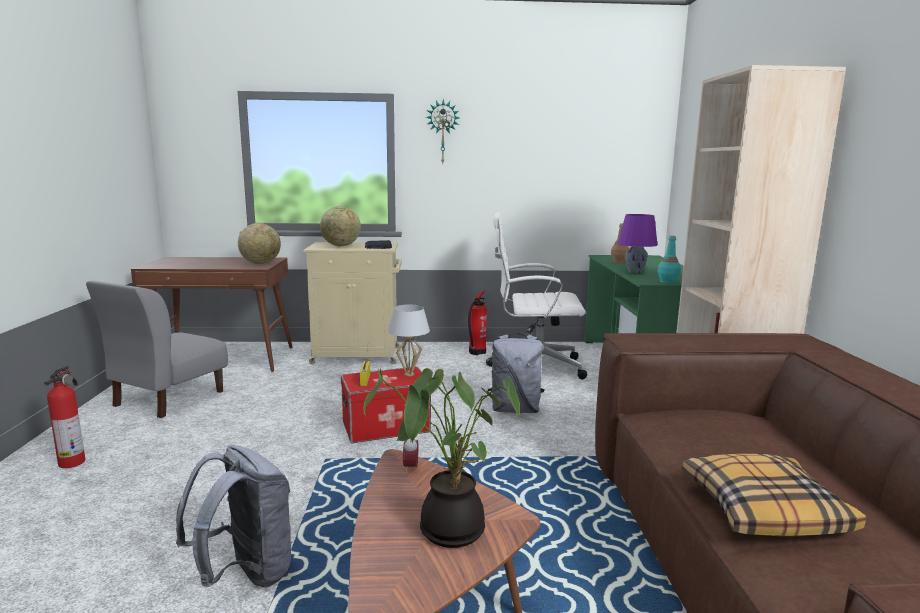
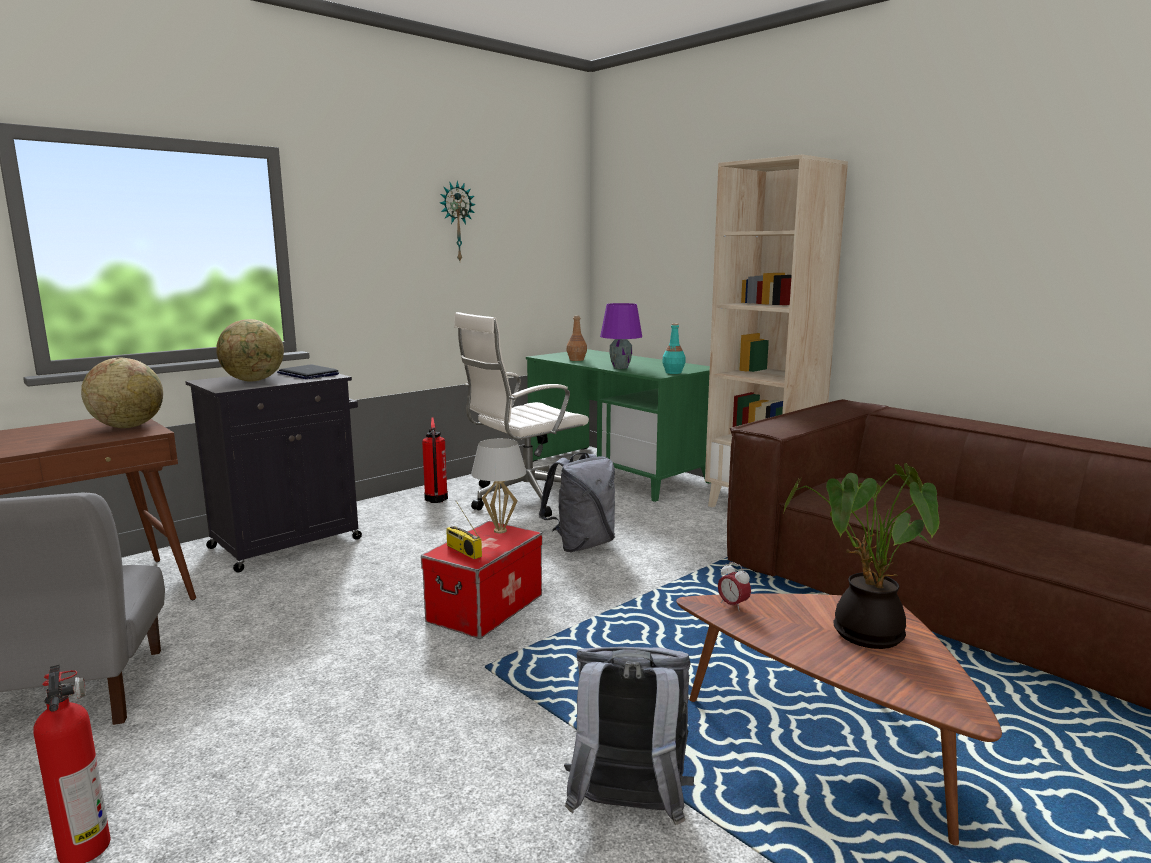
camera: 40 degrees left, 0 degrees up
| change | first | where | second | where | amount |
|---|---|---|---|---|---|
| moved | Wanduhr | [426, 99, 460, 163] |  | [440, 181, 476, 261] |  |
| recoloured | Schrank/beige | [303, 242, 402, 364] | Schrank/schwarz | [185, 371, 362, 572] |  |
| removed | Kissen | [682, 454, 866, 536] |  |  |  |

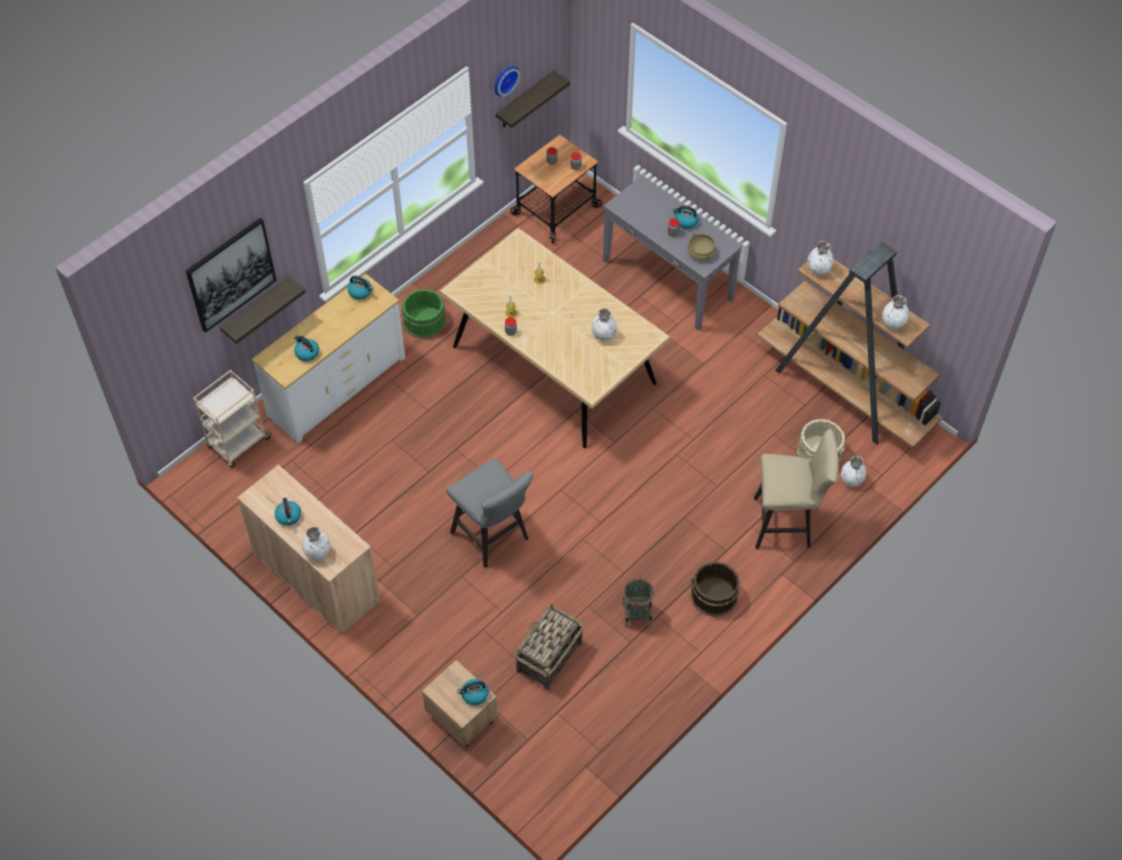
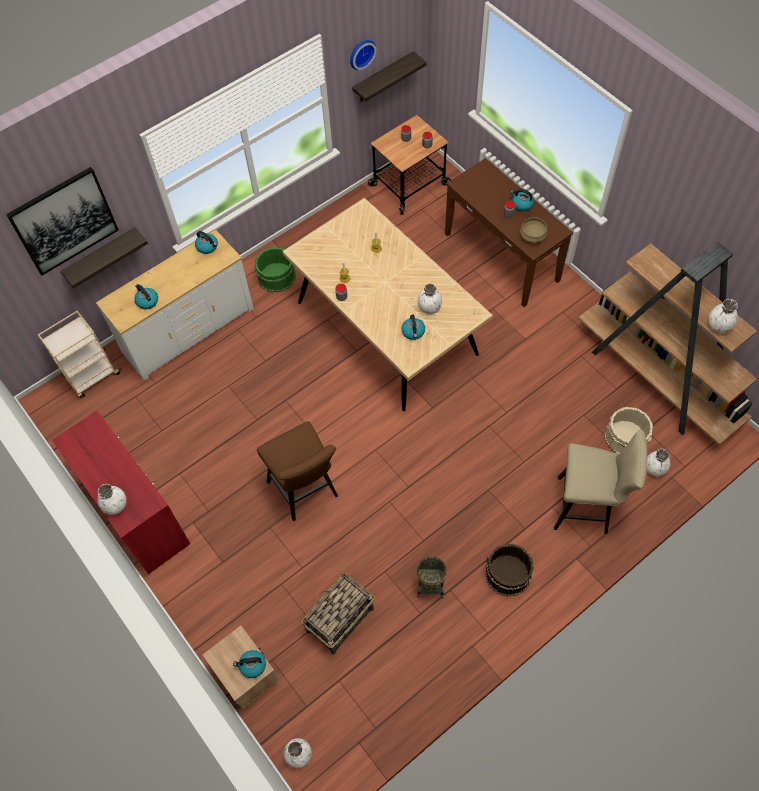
camera: 10 degrees right, 5 degrees up
| change | first | where | second | where | amount |
|---|---|---|---|---|---|
| recoloured | Konsolentisch/grau | [603, 176, 742, 331] | Konsolentisch/braun | [445, 158, 573, 307] |  |
| moved | Vase/weiß | [807, 241, 834, 275] |  | [284, 738, 312, 768] |  |
| recoloured | Hocker/grau | [447, 458, 534, 568] | Hocker/braun | [257, 421, 338, 521] |  |
| recoloured | Schrank/beige | [237, 465, 381, 634] | Schrank/rot | [52, 411, 190, 574] |  |
| moved | Wasserkessel | [275, 498, 301, 526] |  | [401, 315, 425, 340] |  |

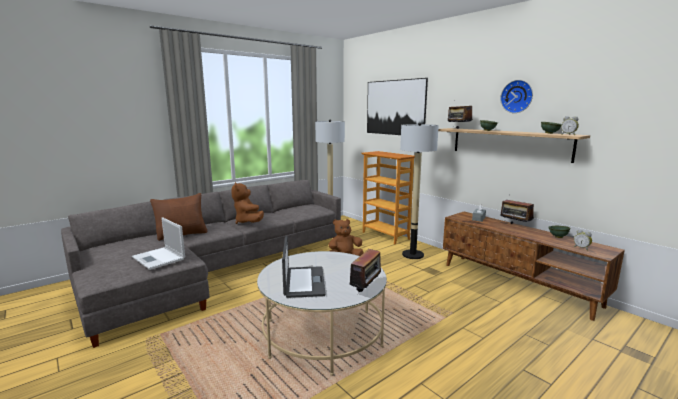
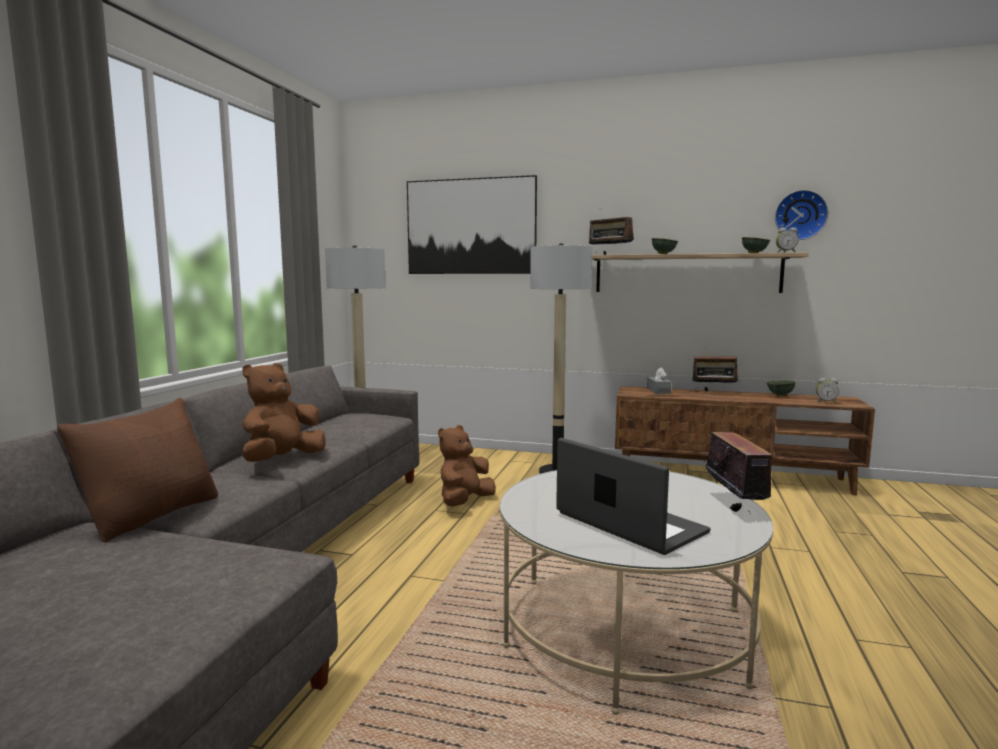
camera: 35 degrees left, 5 degrees down
| change | first | where | second | where | amount |
|---|---|---|---|---|---|
| moved | Wanduhr | [500, 80, 533, 113] |  | [775, 190, 829, 240] |  |
| removed | Bücherregal | [362, 151, 415, 244] |  |  |  |
| turned | Plüschtier/braun | [231, 182, 264, 224] |  | [242, 363, 326, 462] | 90 degrees clockwise |
| removed | Laptop | [132, 217, 185, 270] |  |  |  |

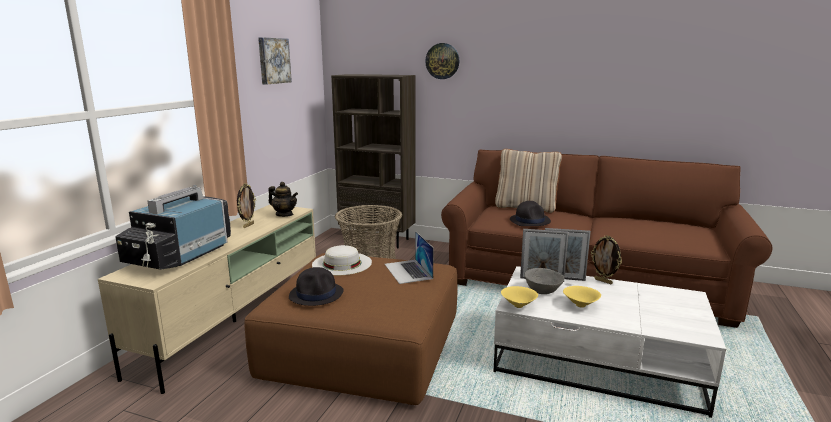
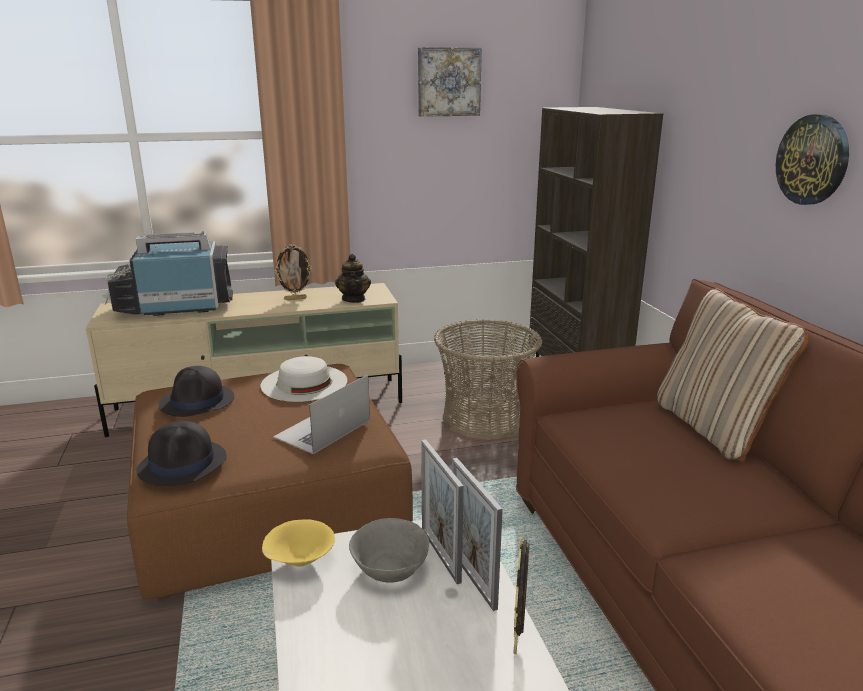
camera: 55 degrees right, 5 degrees up
| change | first | where | second | where | amount |
|---|---|---|---|---|---|
| moved | Wanduhr | [425, 43, 459, 79] |  | [776, 114, 849, 205] |  |
| moved | Hut/schwarz | [510, 201, 551, 226] |  | [136, 421, 227, 486] |  |
| removed | Schüssel/gelb | [563, 286, 601, 308] |  |  |  |

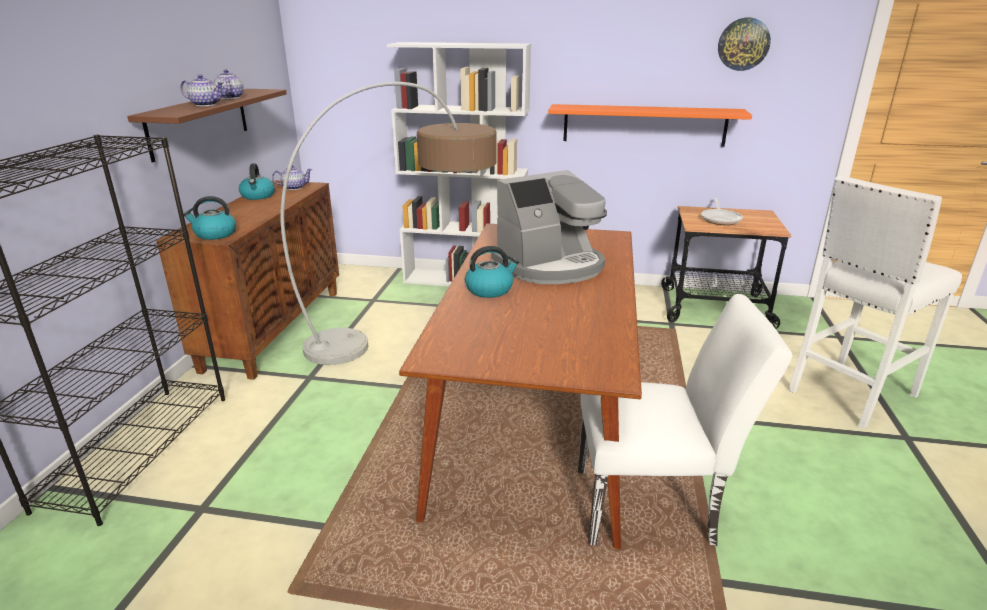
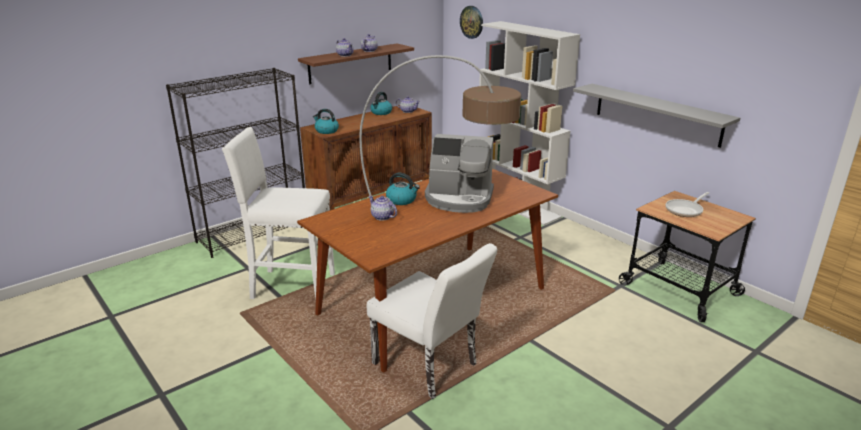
camera: 40 degrees right, 0 degrees up
| change | first | where | second | where | amount |
|---|---|---|---|---|---|
| moved | Wanduhr | [718, 18, 771, 71] |  | [460, 6, 483, 39] |  |
| recoloured | Wandregal/orange | [548, 104, 752, 147] | Wandregal/grau | [573, 84, 740, 148] |  |
| moved | Hocker/weiß | [788, 175, 962, 429] |  | [222, 127, 335, 299] |  |
| added |  |  | Teekanne | [368, 196, 397, 221] |  |

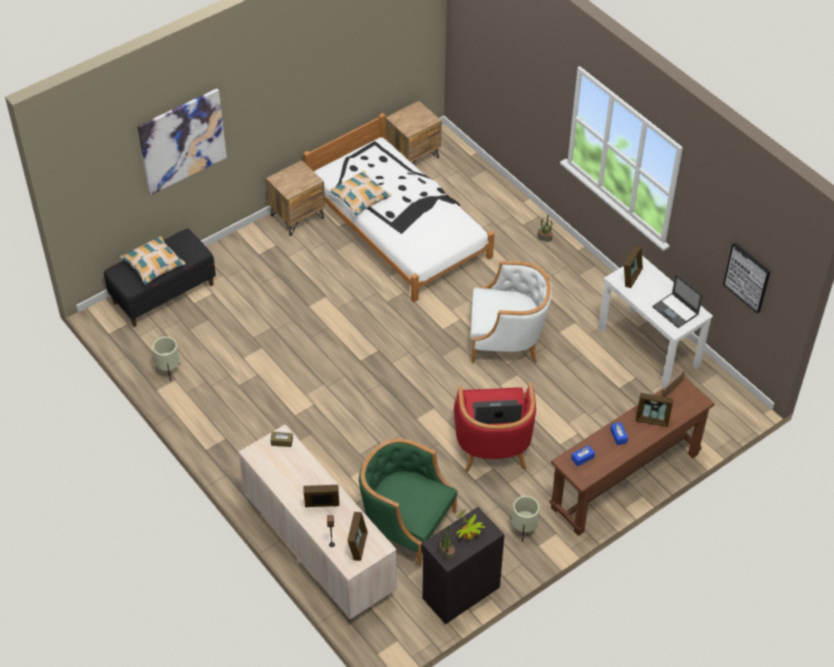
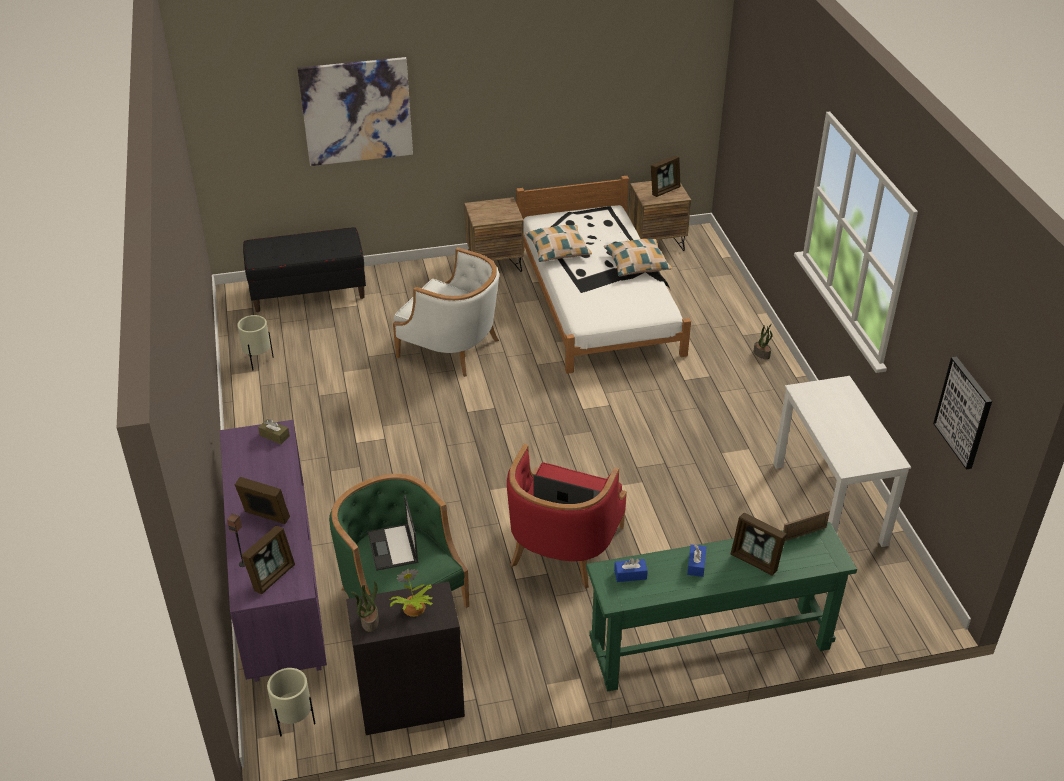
camera: 25 degrees right, 10 degrees down
| change | first | where | second | where | amount |
|---|---|---|---|---|---|
| moved | Kissen | [120, 236, 186, 285] |  | [604, 239, 672, 276] |  |
| moved | Bilderrahmen | [624, 245, 643, 288] |  | [651, 156, 681, 197] |  |
| moved | Sessel/weiß | [471, 261, 552, 363] |  | [393, 247, 499, 377] |  |
| moved | Laptop | [652, 274, 703, 328] |  | [368, 495, 418, 571] |  |
| recoloured | Konsolentisch/braun | [550, 376, 715, 536] | Konsolentisch/grün | [586, 522, 857, 692] |  |
| recoloured | Kommode/beige | [238, 424, 397, 620] | Kommode/lila | [220, 420, 327, 682] |  |
| moved | Pflanzkübel/beige | [512, 496, 540, 542] |  | [267, 668, 315, 736] |  |

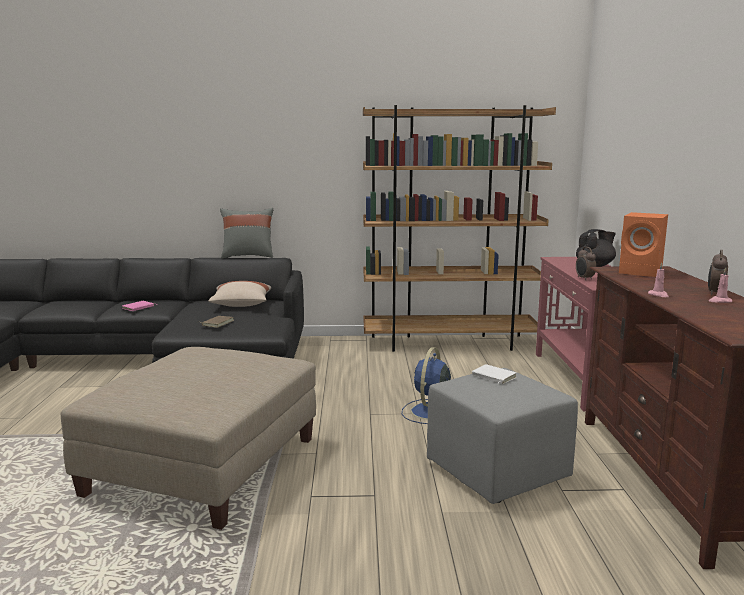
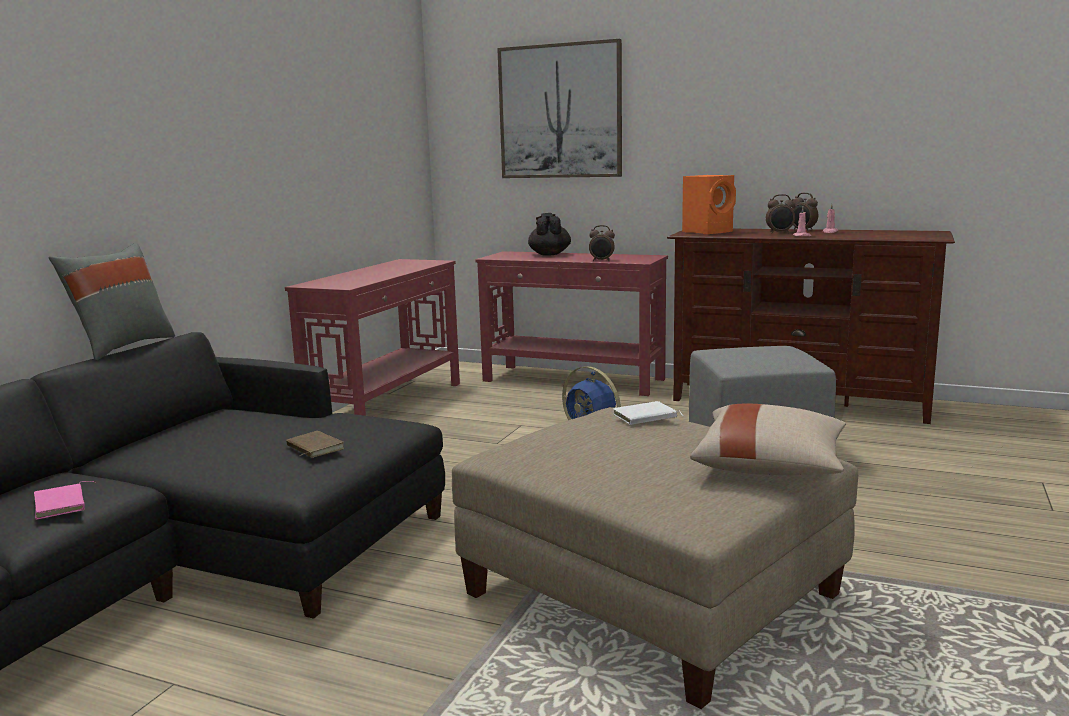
camera: 65 degrees left, 0 degrees up
| change | first | where | second | where | amount |
|---|---|---|---|---|---|
| replaced | Bücherregal/braun | [363, 105, 556, 352] | Konsolentisch/rot | [285, 259, 460, 416] |  |
| moved | Kissen/beige | [208, 281, 271, 307] |  | [690, 404, 846, 475] |  |
| moved | Buch/weiß | [472, 364, 517, 384] |  | [613, 401, 683, 425] |  |
| added |  |  | Bild | [497, 39, 622, 178] |  |
| added |  |  | Wecker | [766, 194, 795, 233] |  |

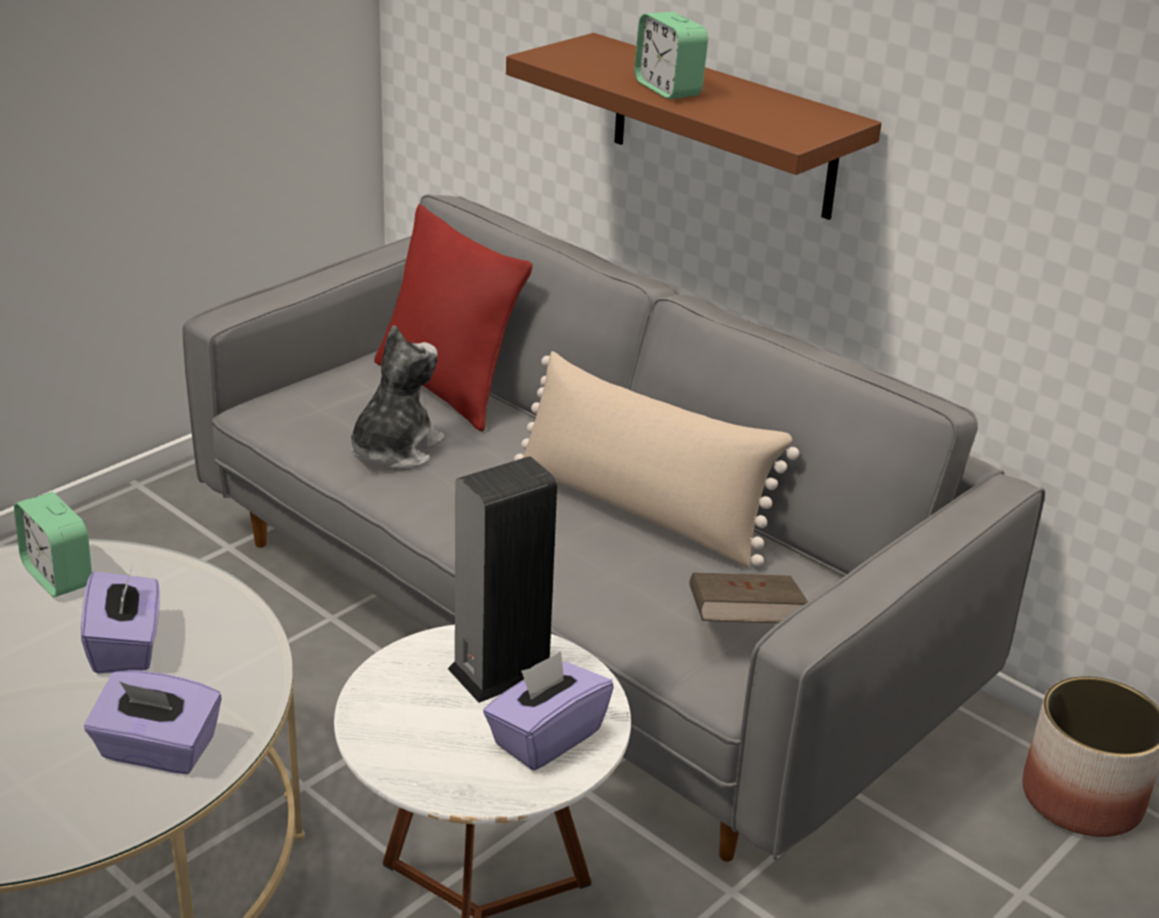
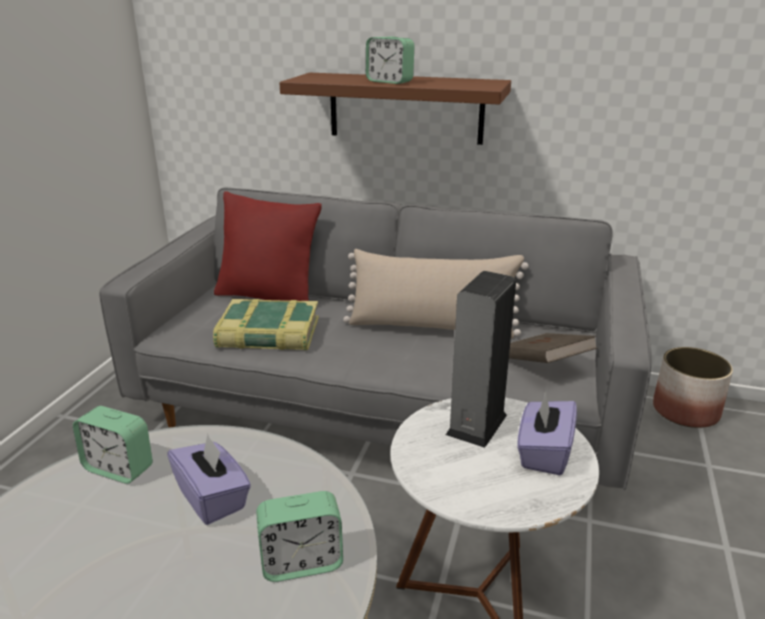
camera: 25 degrees left, 5 degrees down
| change | first | where | second | where | amount |
|---|---|---|---|---|---|
| replaced | Plüschtier | [351, 325, 445, 471] | Buch | [213, 299, 319, 350] |  |
| replaced | Taschentuchbox/lila | [84, 670, 221, 774] | Wecker | [256, 491, 343, 582] |  |

